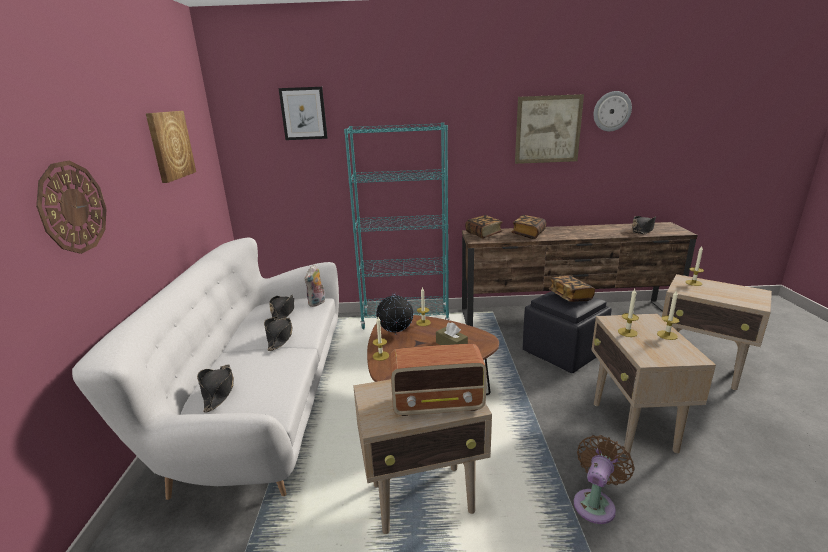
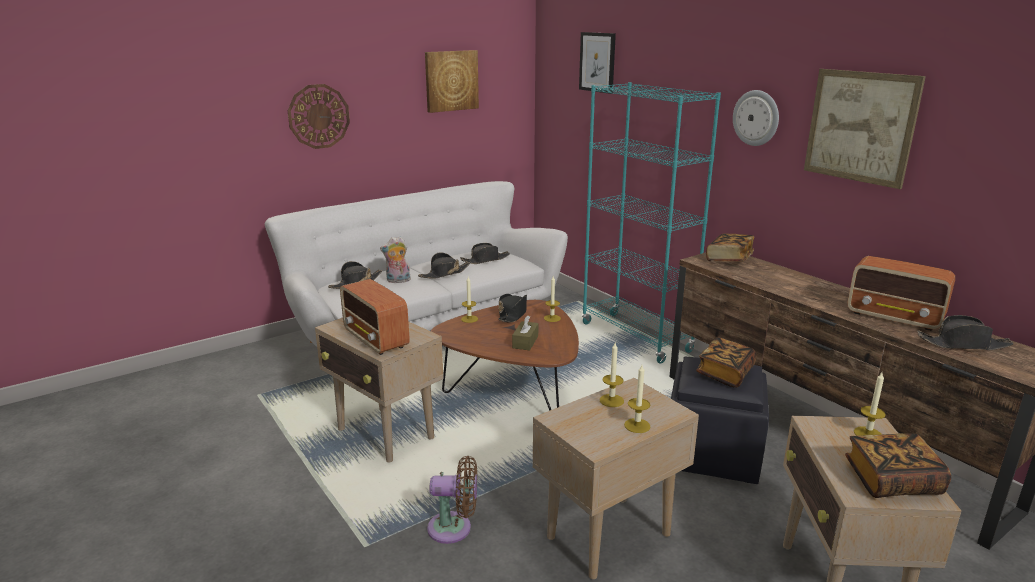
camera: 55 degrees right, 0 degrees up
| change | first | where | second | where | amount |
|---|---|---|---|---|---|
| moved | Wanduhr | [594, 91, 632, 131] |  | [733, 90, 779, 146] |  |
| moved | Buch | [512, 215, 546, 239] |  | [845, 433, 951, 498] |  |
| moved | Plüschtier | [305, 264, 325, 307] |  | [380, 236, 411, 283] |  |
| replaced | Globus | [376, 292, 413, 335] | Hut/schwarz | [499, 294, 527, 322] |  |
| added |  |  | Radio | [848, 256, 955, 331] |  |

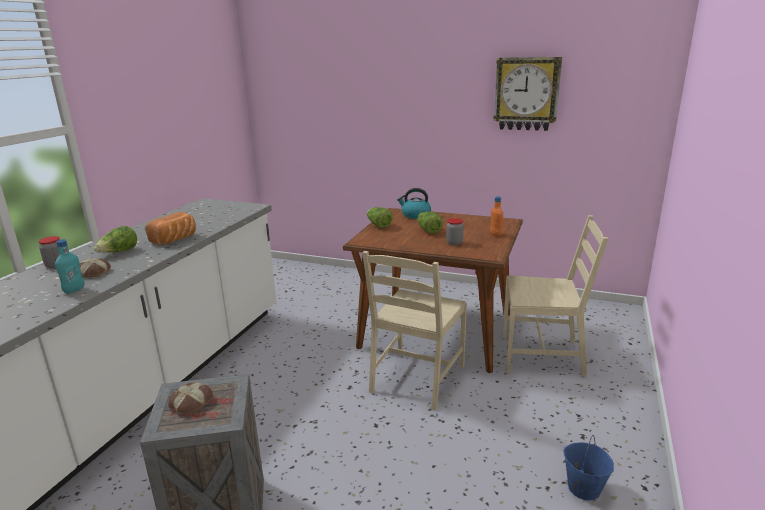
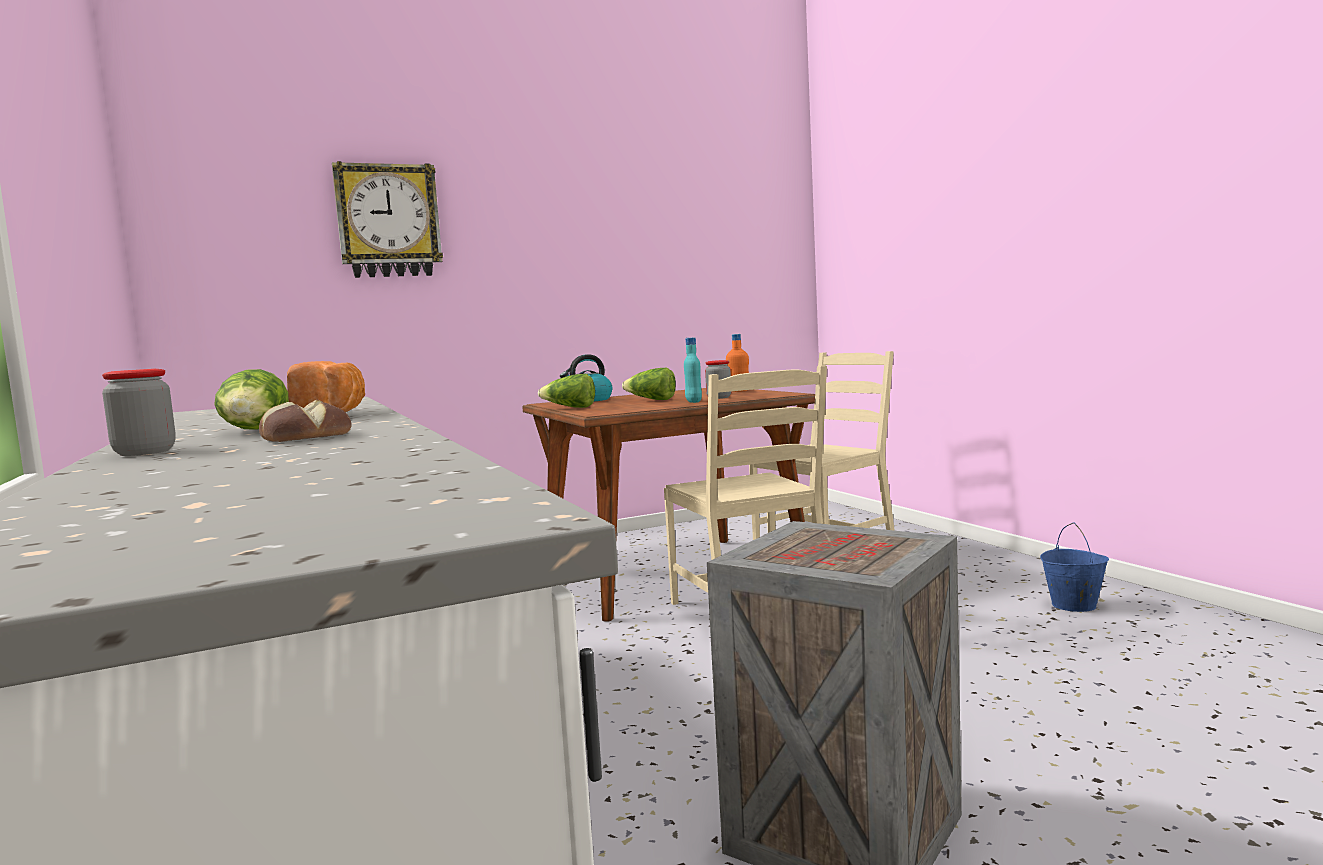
camera: 45 degrees left, 15 degrees down
| change | first | where | second | where | amount |
|---|---|---|---|---|---|
| moved | Wanduhr | [494, 57, 562, 131] |  | [332, 161, 443, 278] |  |
| moved | Flasche/türkis | [55, 239, 85, 294] |  | [684, 337, 702, 403] |  |
| removed | Brot | [168, 382, 213, 415] |  |  |  |

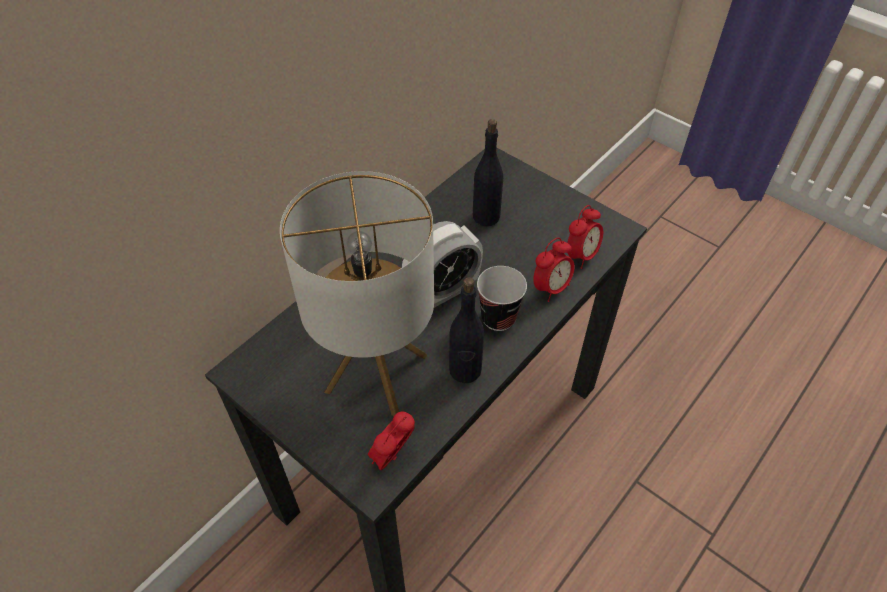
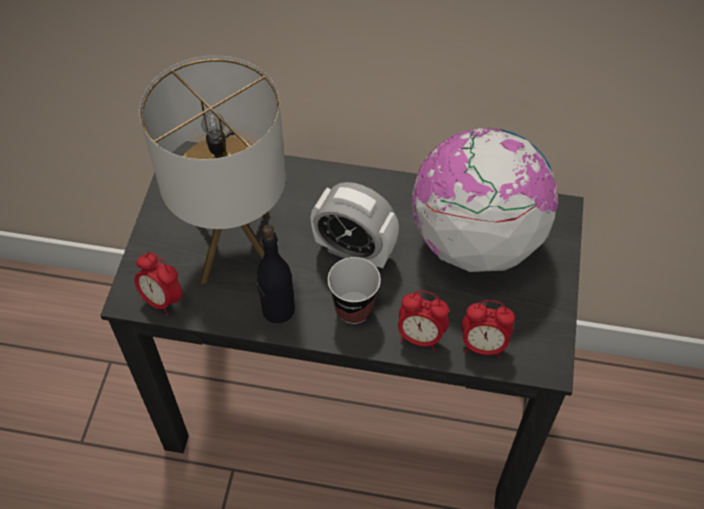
camera: 60 degrees right, 5 degrees up
| change | first | where | second | where | amount |
|---|---|---|---|---|---|
| replaced | Flasche/schwarz | [473, 119, 503, 226] | Globus | [412, 127, 558, 272] |  |
| turned | Wecker | [368, 412, 415, 470] |  | [135, 252, 182, 316] | 150 degrees counterclockwise |

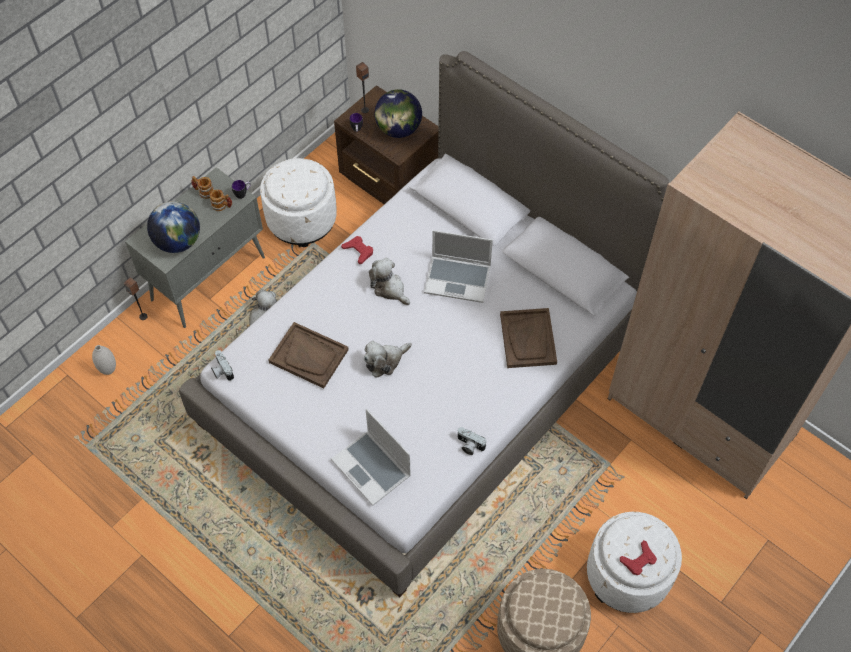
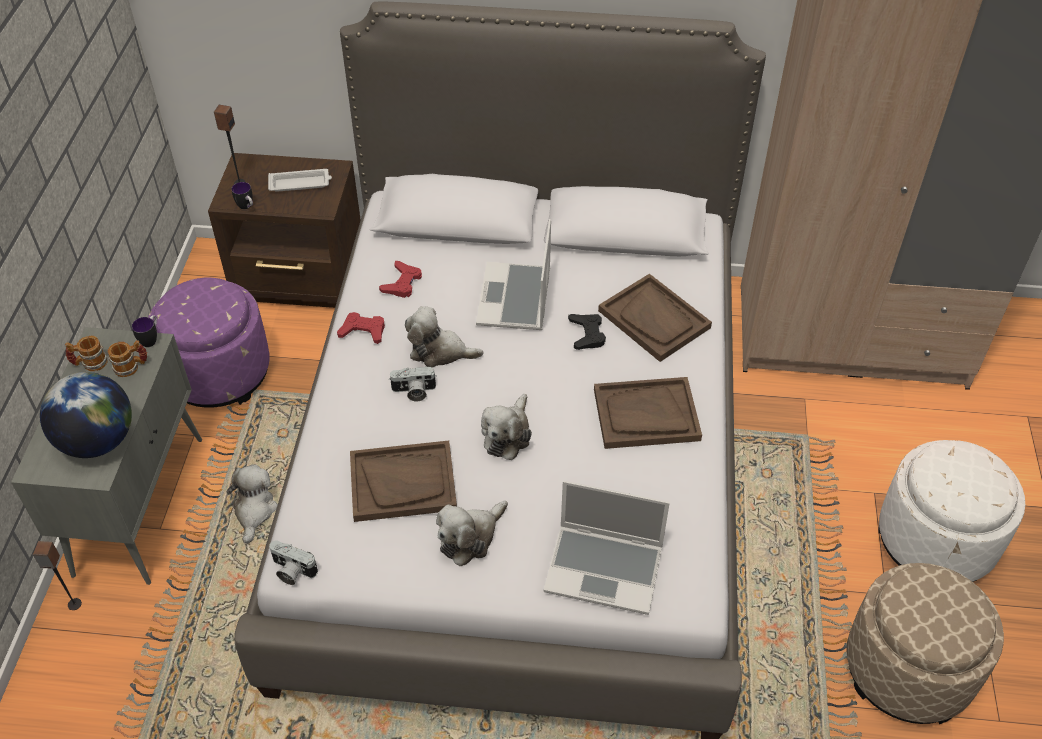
camera: 35 degrees left, 10 degrees down
| change | first | where | second | where | amount |
|---|---|---|---|---|---|
| replaced | Globus | [375, 89, 422, 138] | Tablett/weiß | [268, 169, 332, 192] |  |
| recoloured | Polsterhocker/weiß | [260, 158, 337, 247] | Polsterhocker/lila | [148, 278, 270, 408] |  |
| turned | Laptop | [424, 230, 493, 303] |  | [476, 219, 551, 330] | 120 degrees clockwise |
| removed | Vase/weiß | [92, 345, 116, 375] |  |  |  |
| moved | Kamera | [457, 427, 487, 455] |  | [389, 366, 437, 401] |  |
| moved | Gamepad/rot | [620, 540, 657, 575] |  | [379, 261, 422, 298] |  |
| added |  |  | Gamepad/schwarz | [568, 314, 606, 350] |  |
| added |  |  | Tablett/braun | [594, 377, 702, 449] |  |
| added |  |  | Plüschtier | [436, 501, 508, 566] |  |

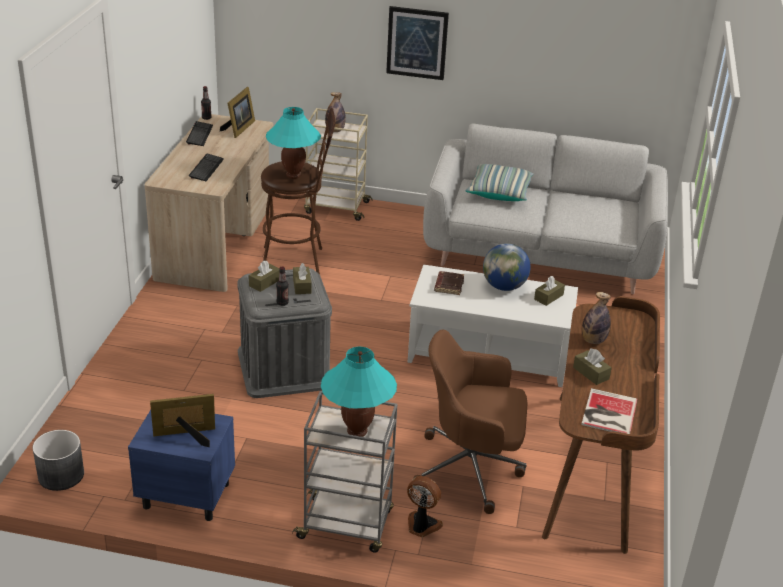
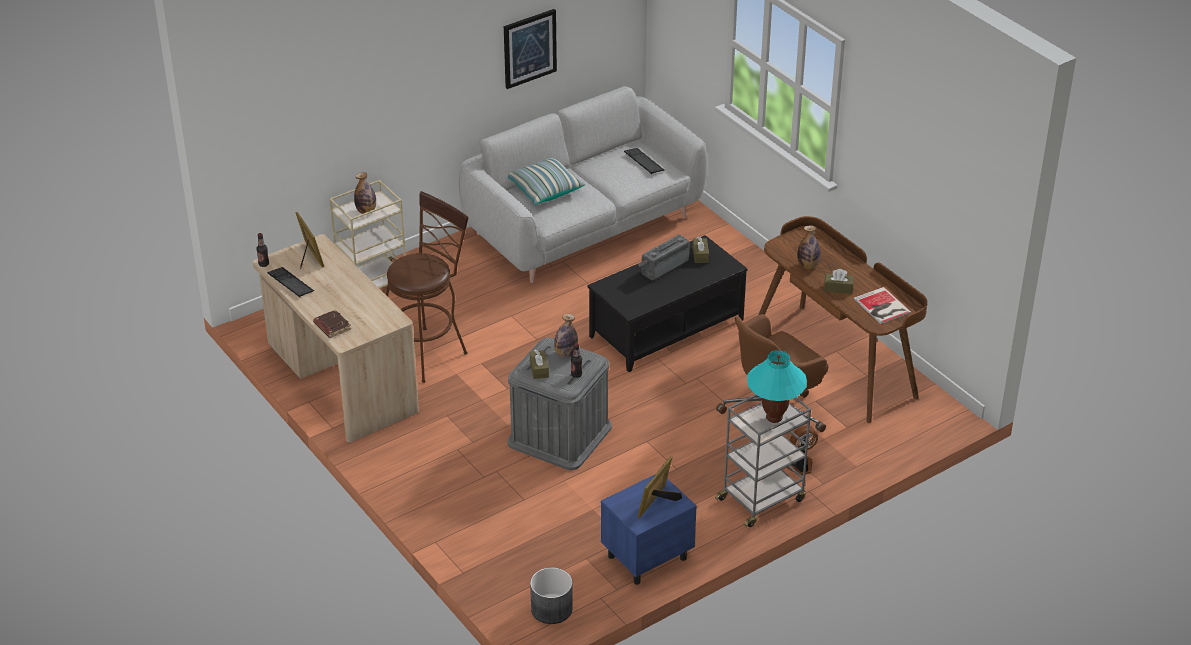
camera: 45 degrees left, 5 degrees up
| change | first | where | second | where | amount |
|---|---|---|---|---|---|
| moved | Bild | [386, 6, 449, 80] |  | [504, 9, 557, 89] |  |
| removed | Tischlampe/türkis | [266, 107, 321, 179] |  |  |  |
| moved | Tastatur | [189, 154, 224, 181] |  | [624, 148, 664, 174] |  |
| replaced | Globus | [483, 243, 531, 291] | Radio | [638, 234, 690, 280] |  |
| replaced | Taschentuchbox/braun | [293, 263, 311, 294] | Flasche | [554, 313, 578, 358] |  |
| recoloured | Couchtisch/weiß | [408, 265, 578, 387] | Couchtisch/schwarz | [587, 235, 748, 372] |  |
| moved | Buch/braun | [434, 271, 464, 295] |  | [313, 310, 351, 338] |  |

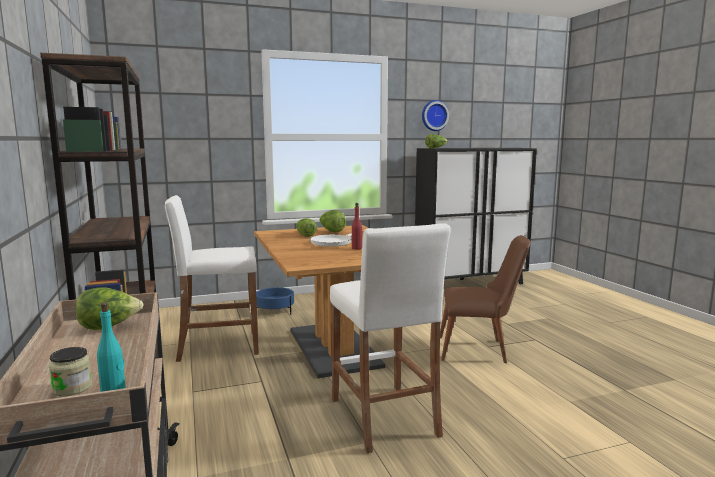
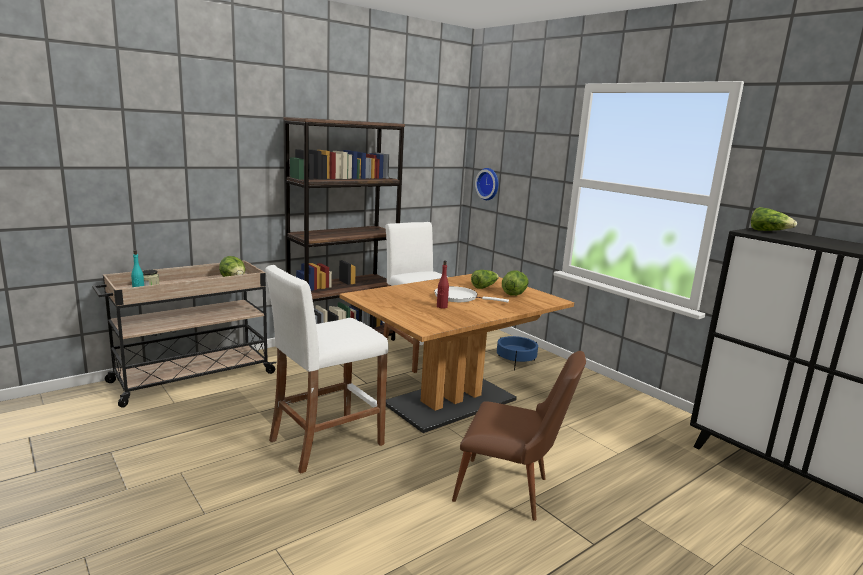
camera: 70 degrees right, 5 degrees up
| change | first | where | second | where | amount |
|---|---|---|---|---|---|
| moved | Wanduhr | [422, 100, 449, 131] |  | [475, 168, 498, 200] |  |
| turned | Stuhl/braun | [440, 235, 530, 363] |  | [452, 351, 586, 521] | 60 degrees counterclockwise |

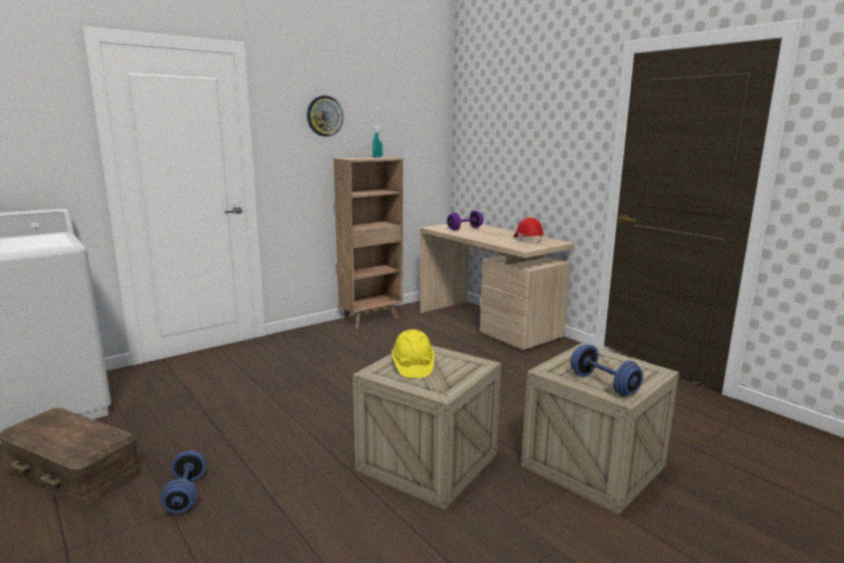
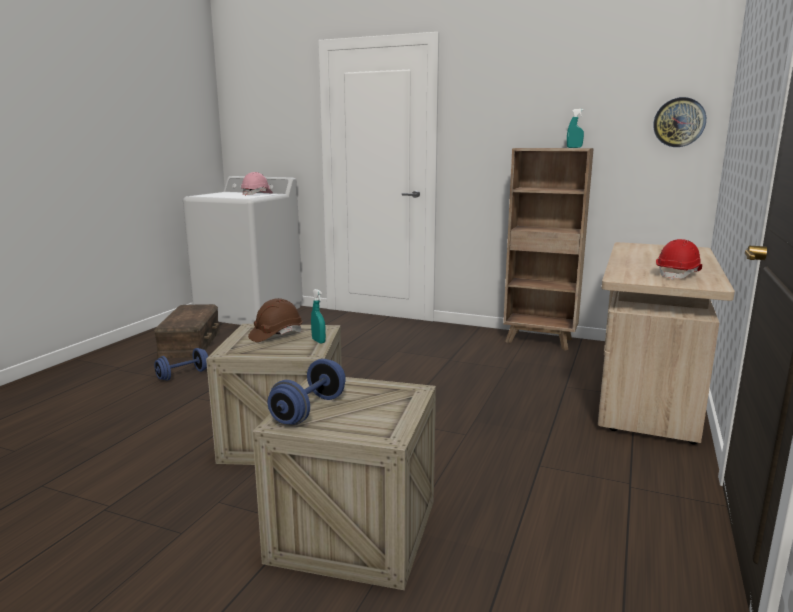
camera: 60 degrees right, 0 degrees up
| change | first | where | second | where | amount |
|---|---|---|---|---|---|
| moved | Wanduhr | [307, 96, 344, 137] |  | [654, 97, 706, 147] |  |
| removed | Hantel/lila | [447, 210, 483, 231] |  |  |  |
| recoloured | Schutzhelm/gelb | [392, 329, 434, 378] | Schutzhelm/braun | [248, 298, 303, 342] |  |
| added |  |  | Schutzhelm/rosa | [241, 172, 273, 196] |  |
| added |  |  | Sprühflasche/türkis | [311, 289, 326, 343] |  |

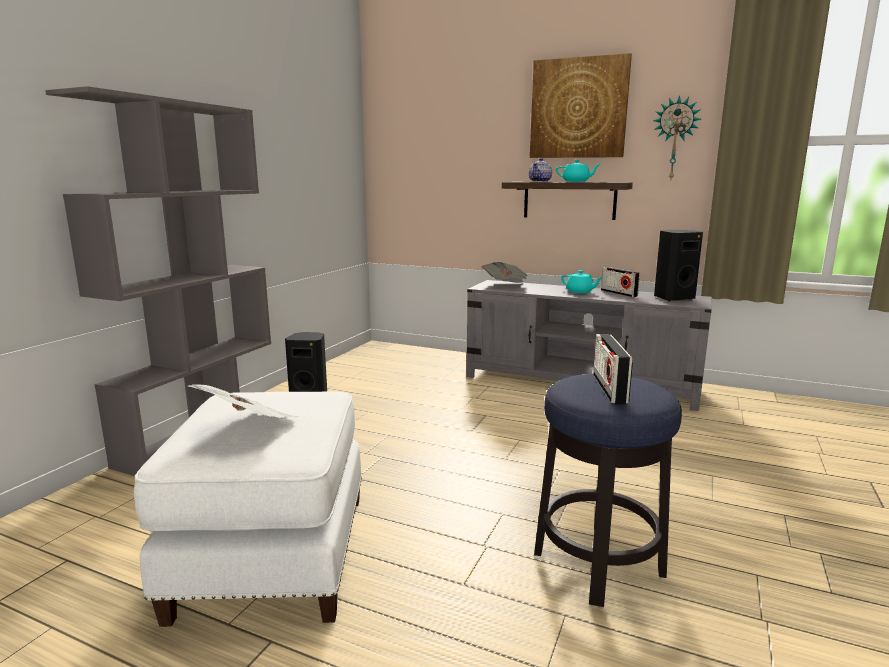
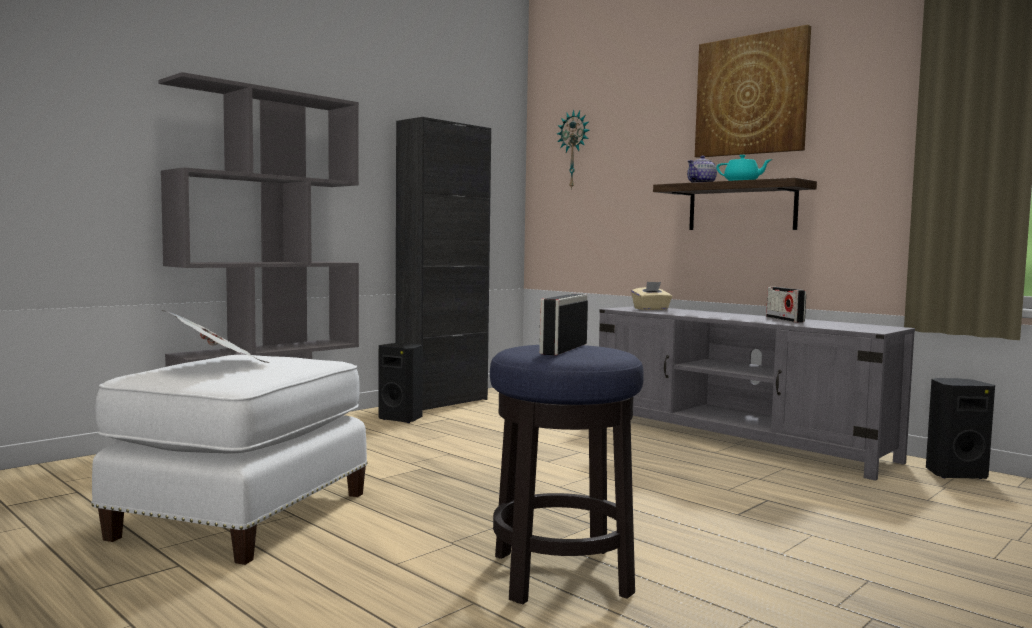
camera: 20 degrees right, 10 degrees down
| change | first | where | second | where | amount |
|---|---|---|---|---|---|
| moved | Wanduhr | [653, 95, 701, 179] |  | [557, 109, 590, 190] |  |
| moved | Lautsprecher/schwarz | [654, 230, 703, 301] |  | [926, 378, 995, 479] |  |
| replaced | Zeitung | [481, 262, 527, 283] | Taschentuchbox/beige | [631, 282, 672, 310] |  |
| removed | Teekanne/türkis | [561, 270, 603, 293] |  |  |  |
| added |  |  | Schrank/schwarz | [396, 117, 491, 410] |  |

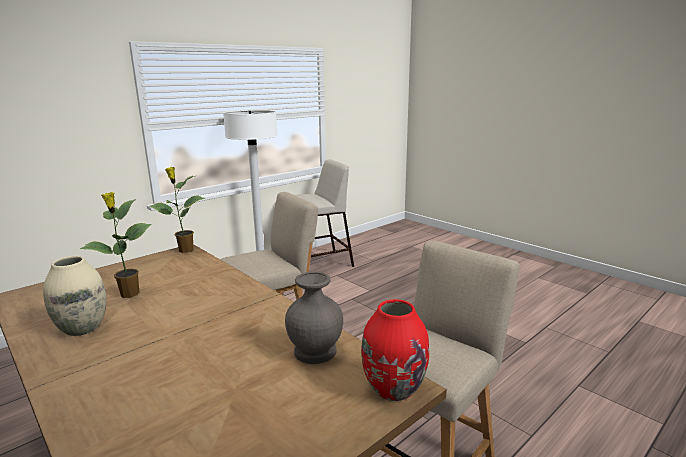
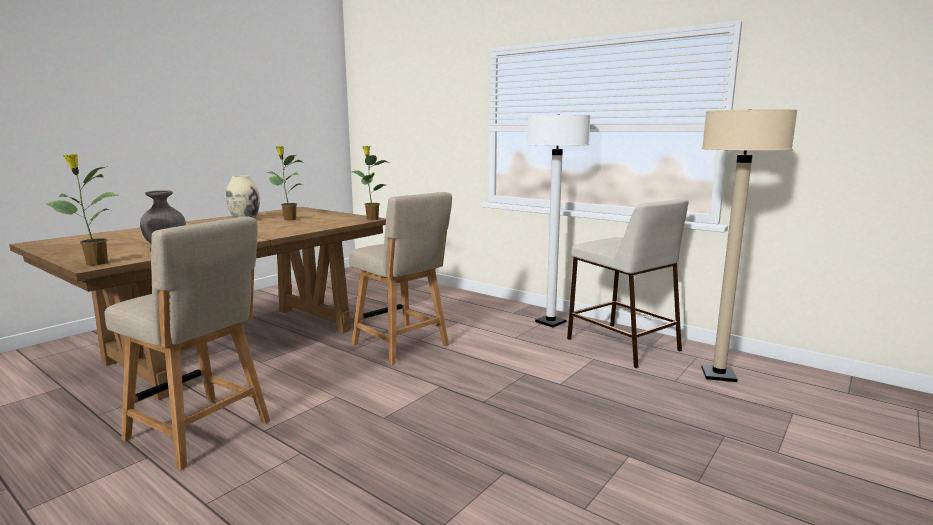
camera: 80 degrees right, 5 degrees down
| change | first | where | second | where | amount |
|---|---|---|---|---|---|
| replaced | Vase/rot | [361, 299, 429, 401] | Topfpflanze | [45, 154, 118, 265] |  |
| added |  |  | Stehlampe/beige | [701, 109, 798, 382] |  |

